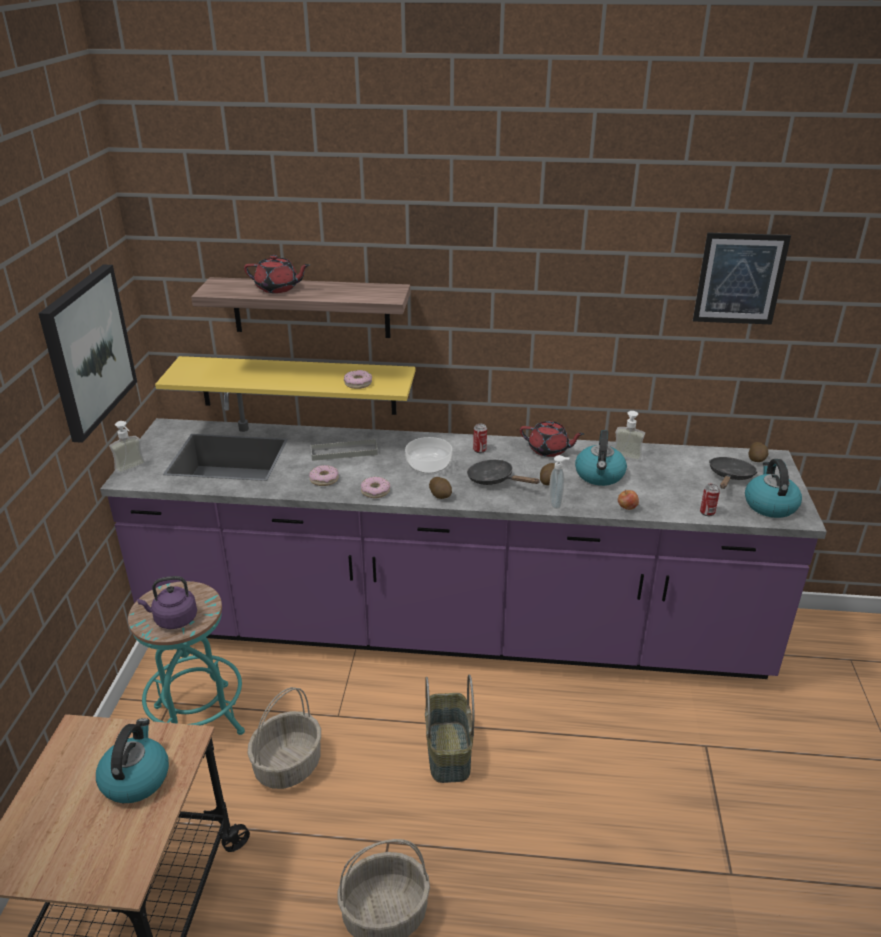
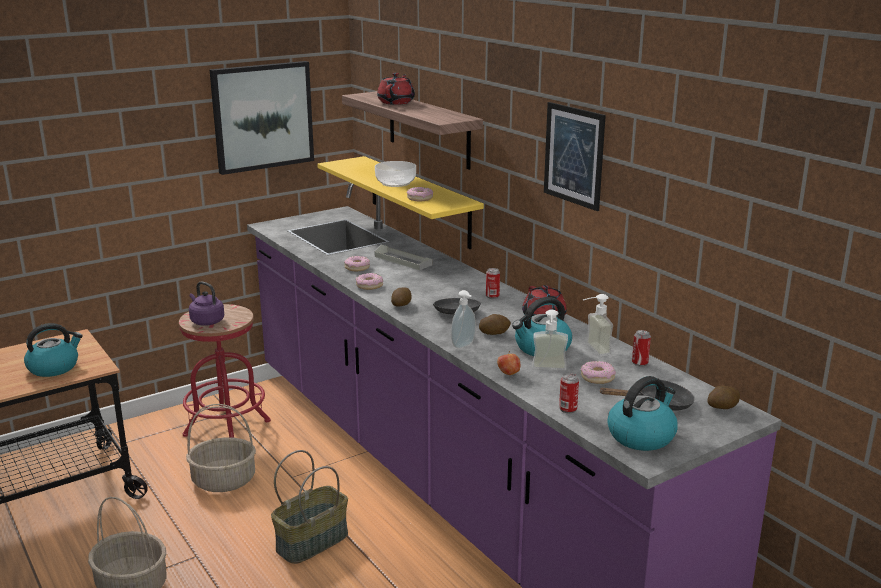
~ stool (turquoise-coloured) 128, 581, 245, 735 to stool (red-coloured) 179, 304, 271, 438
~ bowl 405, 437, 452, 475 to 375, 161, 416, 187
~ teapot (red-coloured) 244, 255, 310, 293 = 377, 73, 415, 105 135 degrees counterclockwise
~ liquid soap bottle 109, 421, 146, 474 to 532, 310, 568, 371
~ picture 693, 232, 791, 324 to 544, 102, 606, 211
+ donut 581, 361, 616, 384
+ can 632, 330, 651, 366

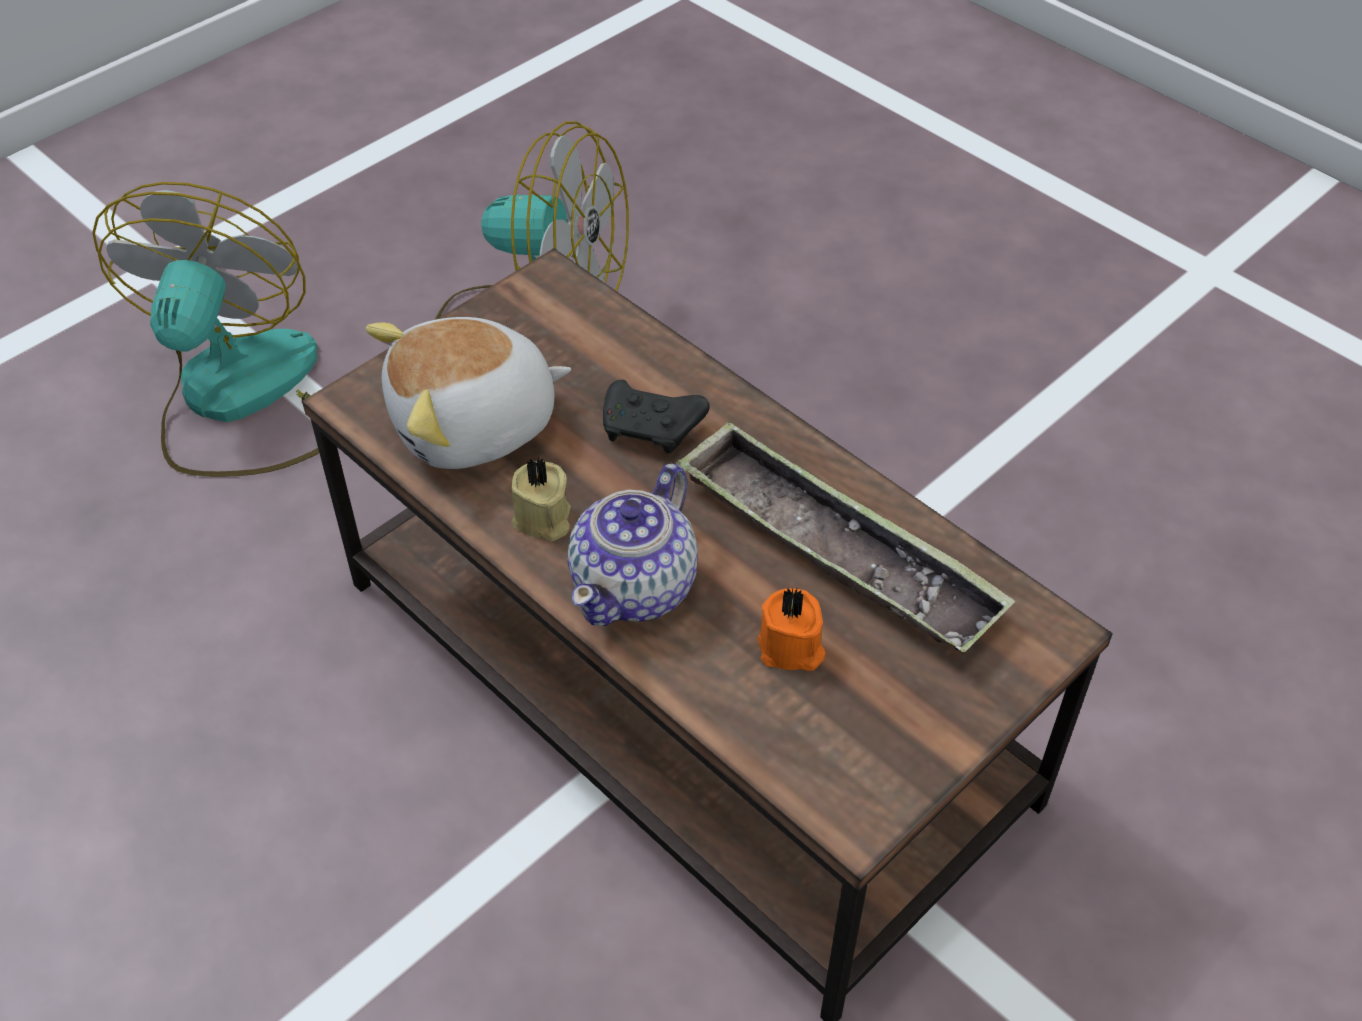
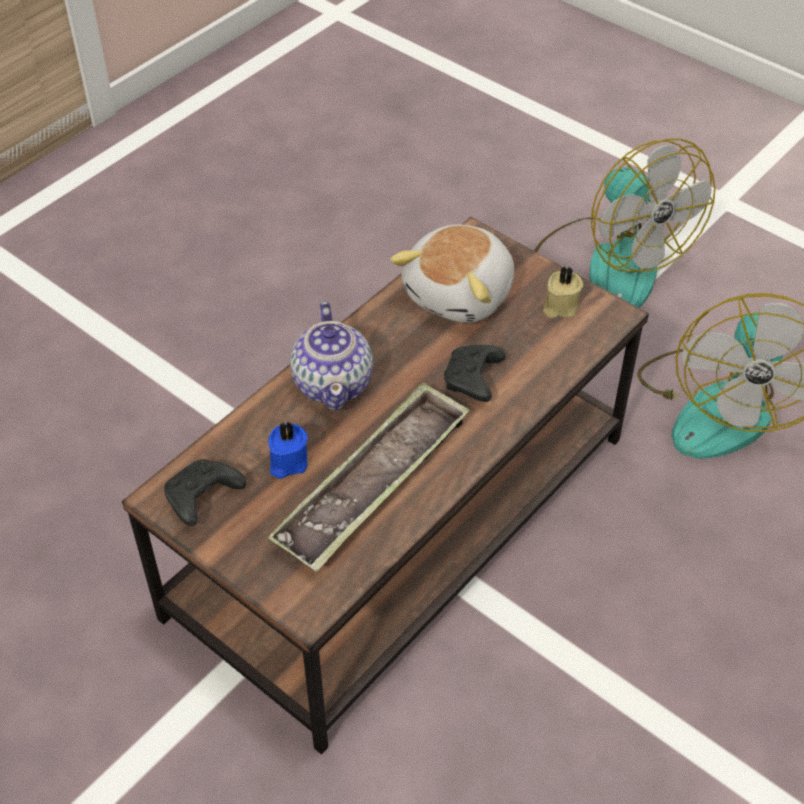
+ game controller (black) 164, 459, 246, 526
~ wax candle (orangey) 757, 587, 825, 671 to wax candle (blue) 269, 421, 308, 479
~ teapot 567, 463, 698, 626 = 290, 302, 373, 410 120 degrees counterclockwise
~ plush toy 366, 317, 571, 469 = 390, 225, 514, 323 120 degrees counterclockwise
~ electric fan 92, 182, 319, 477 = 534, 138, 716, 308 60 degrees clockwise
~ wax candle (beige-coloured) 511, 457, 571, 541 to 543, 266, 583, 318

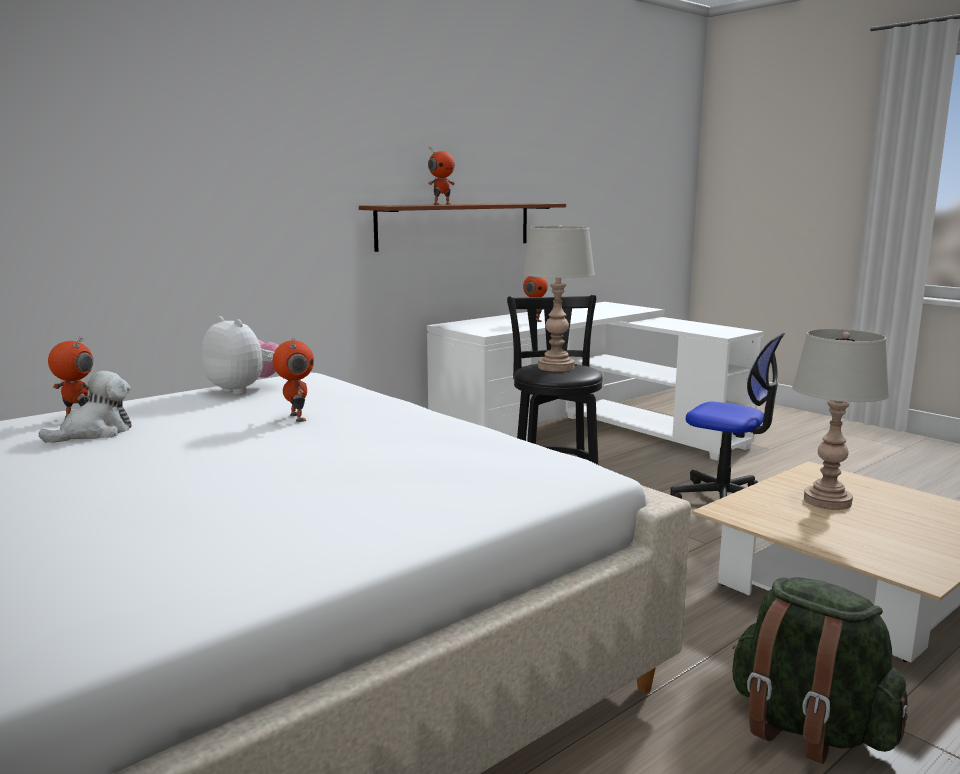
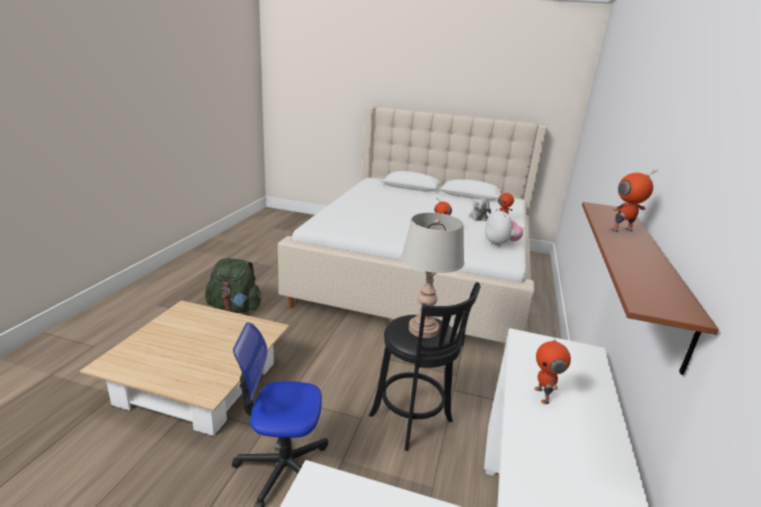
~ plush toy 202, 316, 279, 395 = 485, 208, 523, 247 105 degrees counterclockwise
~ model robot 428, 147, 455, 205 = 611, 169, 658, 232 60 degrees clockwise
- tabletop lamp (grey) 792, 329, 889, 510

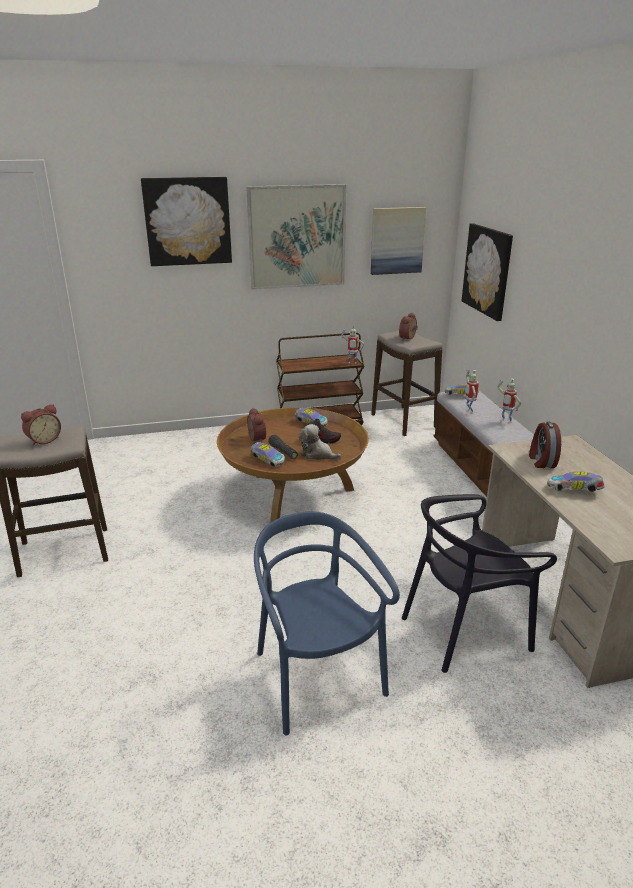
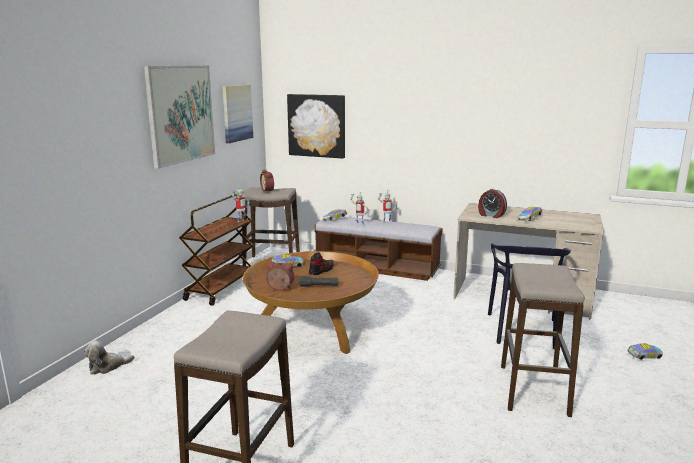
~ plush toy 299, 424, 341, 460 to 83, 341, 135, 375
~ plain chair (blue) 254, 511, 400, 736 to stool 501, 263, 585, 417
~ toy car 250, 442, 285, 467 to 627, 343, 663, 360
- table clock 21, 404, 61, 446
- picture 141, 177, 232, 266

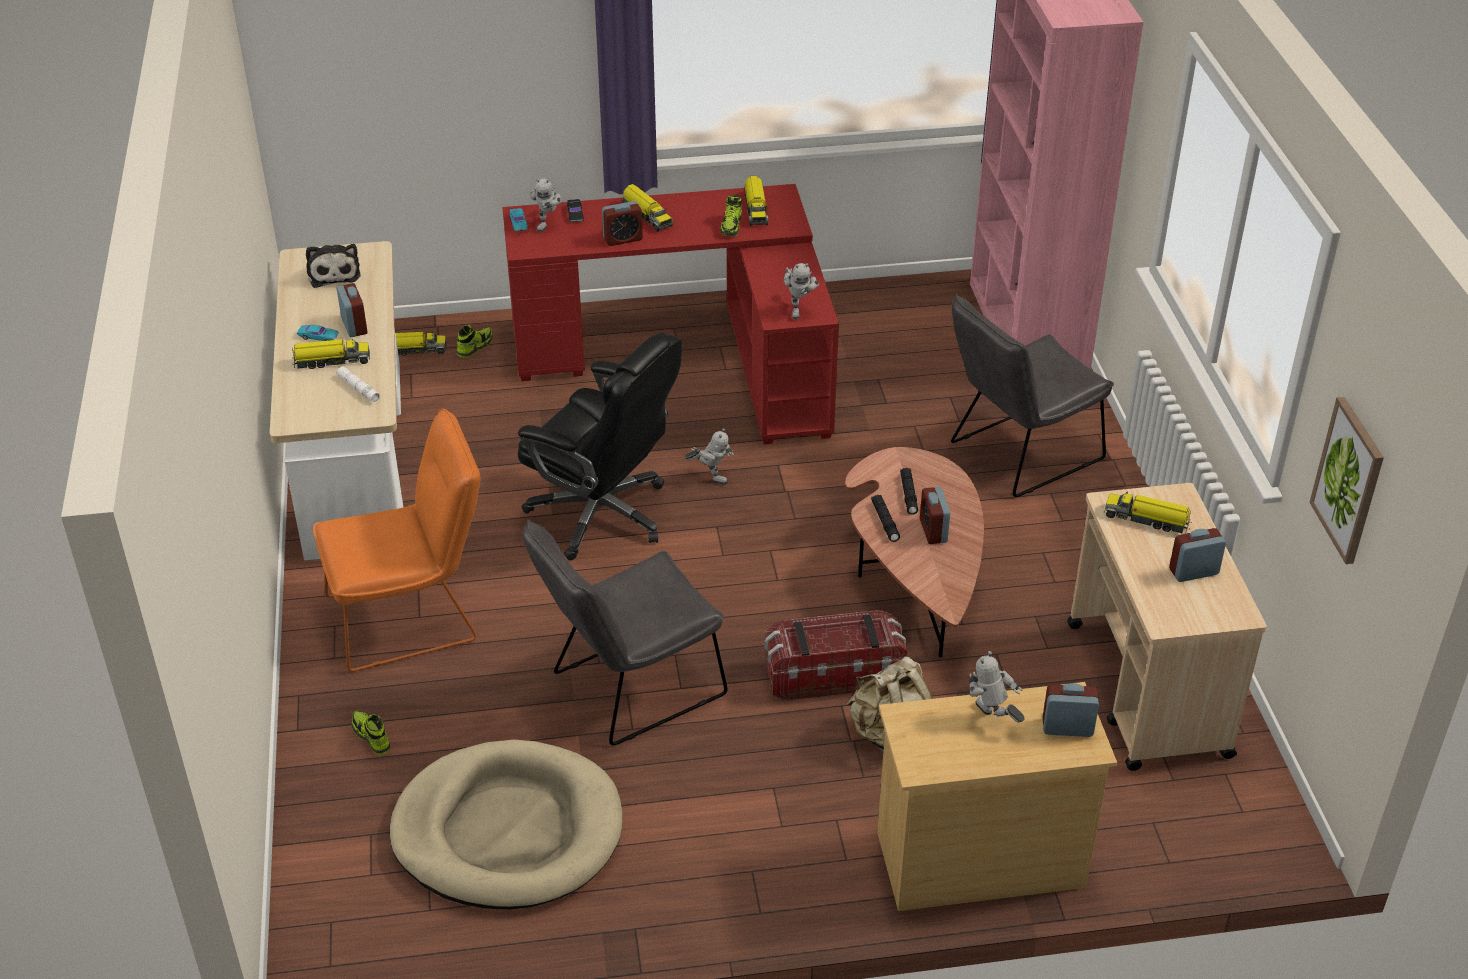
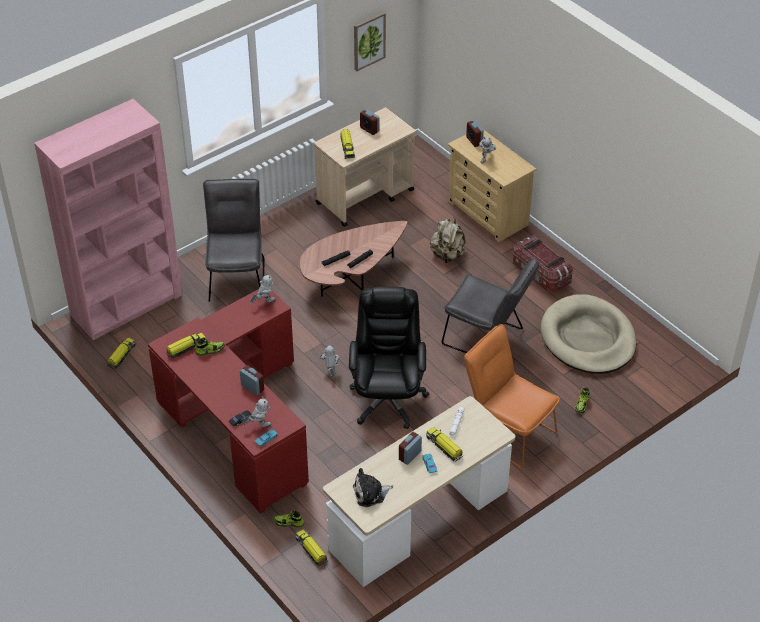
~ toy lorry 622, 184, 673, 232 to 107, 338, 135, 369
~ plain chair (grey) 951, 294, 1114, 497 = 203, 179, 265, 302 120 degrees counterclockwise
~ plush toy 306, 244, 361, 288 = 353, 468, 393, 507 150 degrees counterclockwise
~ storage bin 765, 610, 907, 701 to 513, 235, 573, 292
- table clock 920, 487, 950, 544

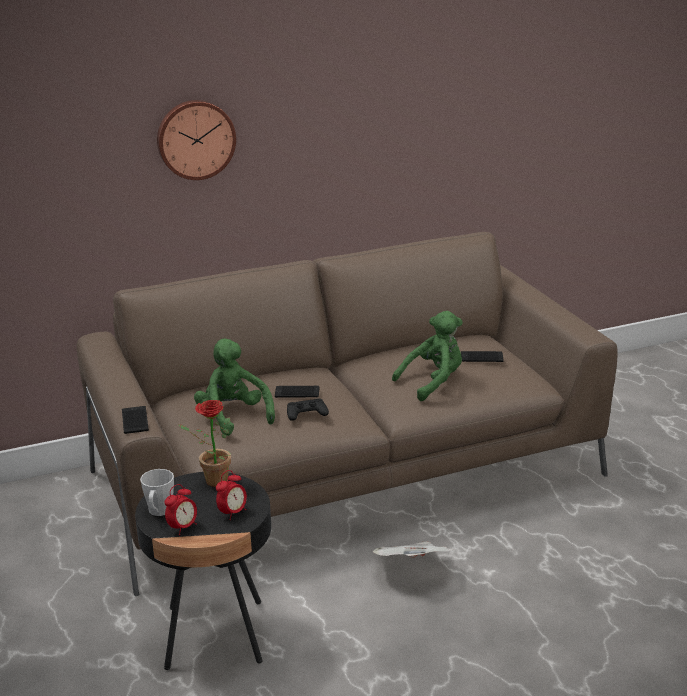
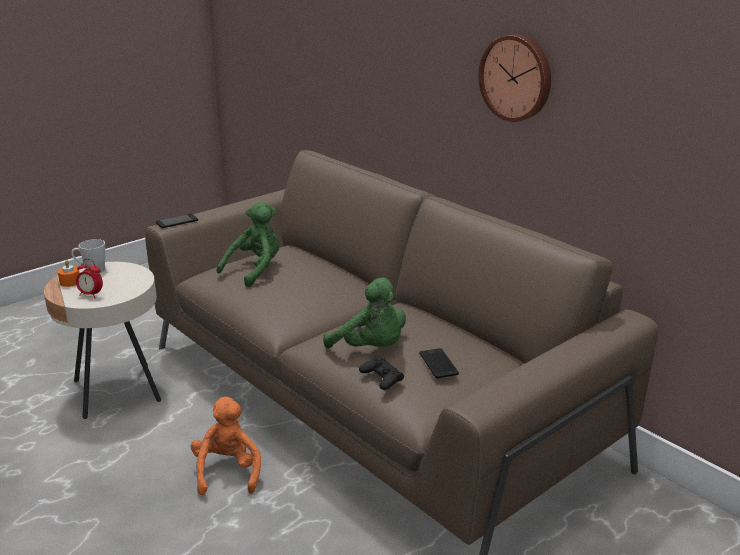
~ end table (black) 135, 472, 271, 670 to end table (beige-coloured) 44, 262, 161, 419
~ table clock 164, 484, 197, 535 to wax candle (orangey) 58, 260, 80, 287
~ printed paper 372, 542, 454, 558 to plush toy (orangey) 191, 397, 261, 495
~ game controller (black) 287, 399, 329, 421 to 359, 357, 404, 390
~ clock on the wall 157, 100, 236, 180 to 478, 34, 551, 122
- potted plant 178, 400, 231, 487
- telephone 275, 386, 319, 398

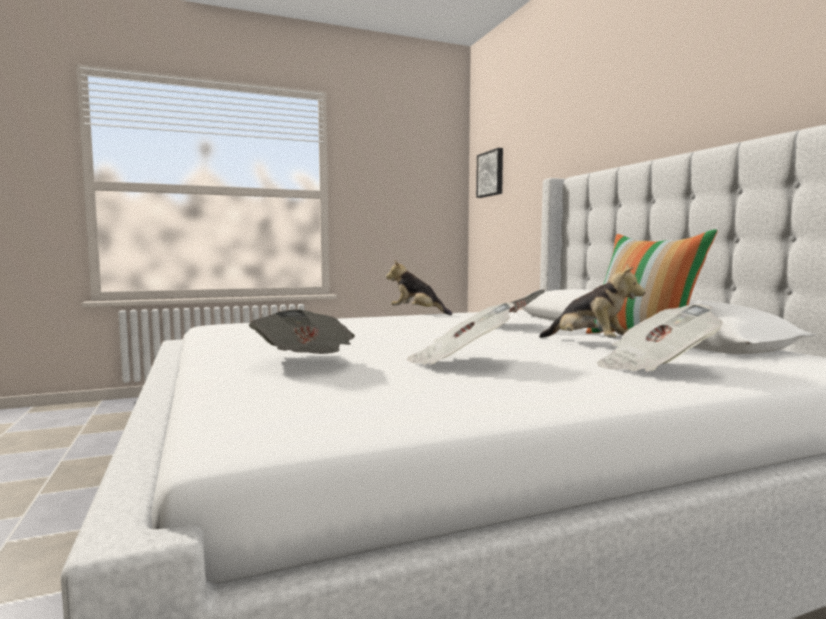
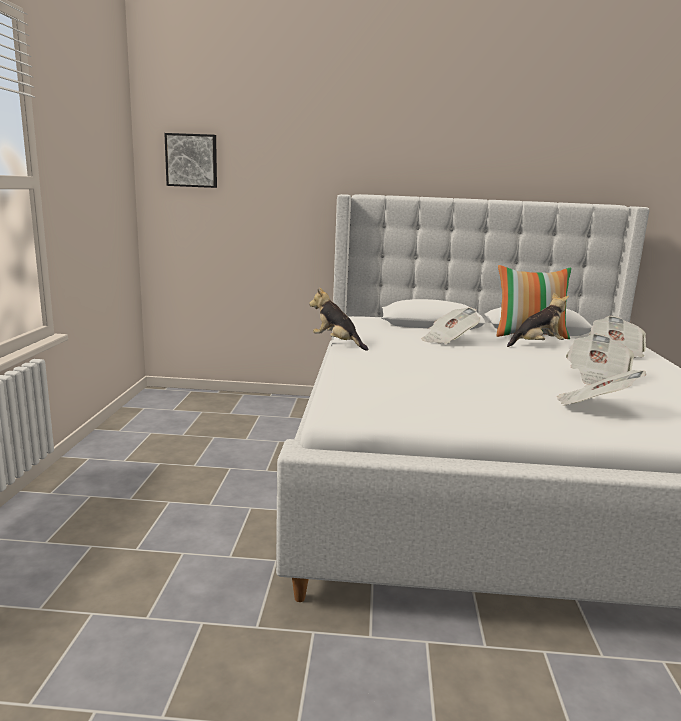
~ plush toy 386, 261, 452, 315 = 309, 288, 368, 351 75 degrees clockwise

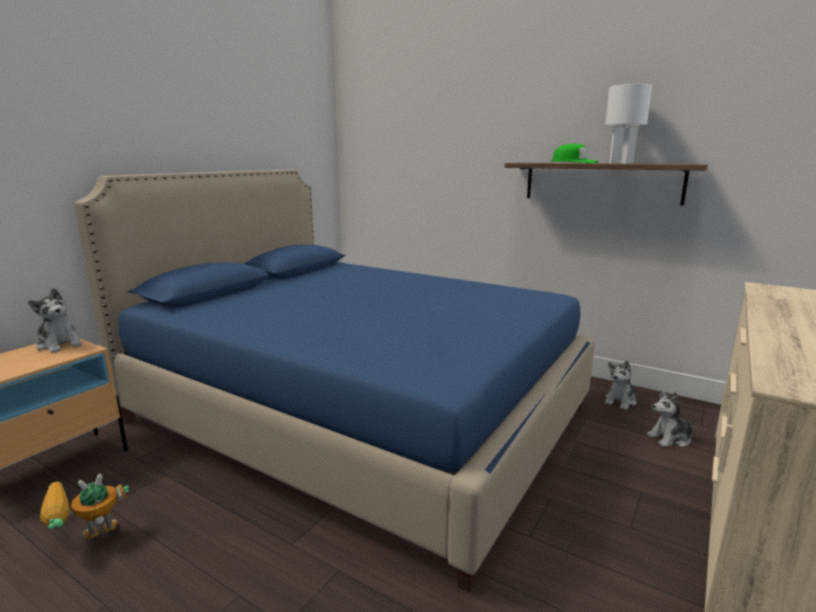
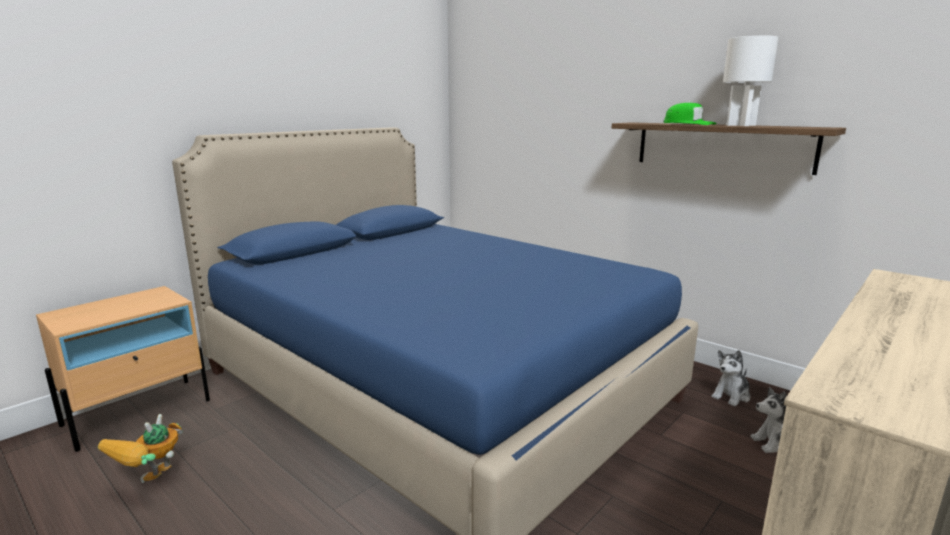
~ model robot 40, 474, 129, 539 = 98, 414, 182, 483 45 degrees counterclockwise
- plush toy 28, 288, 82, 353

